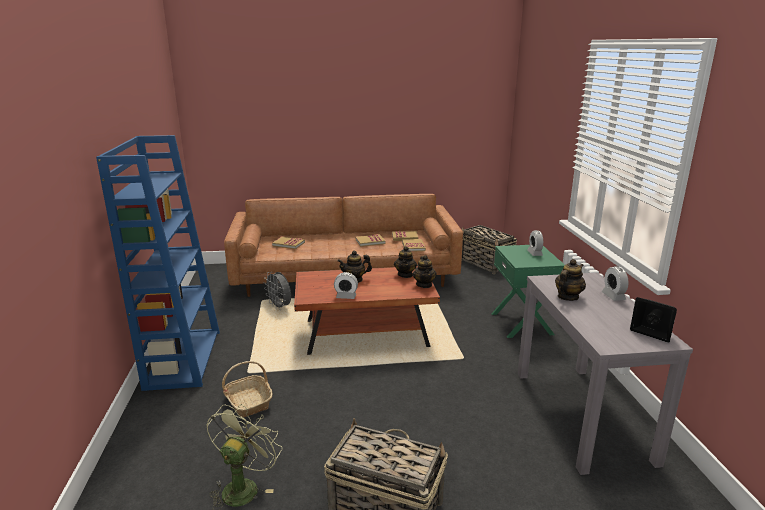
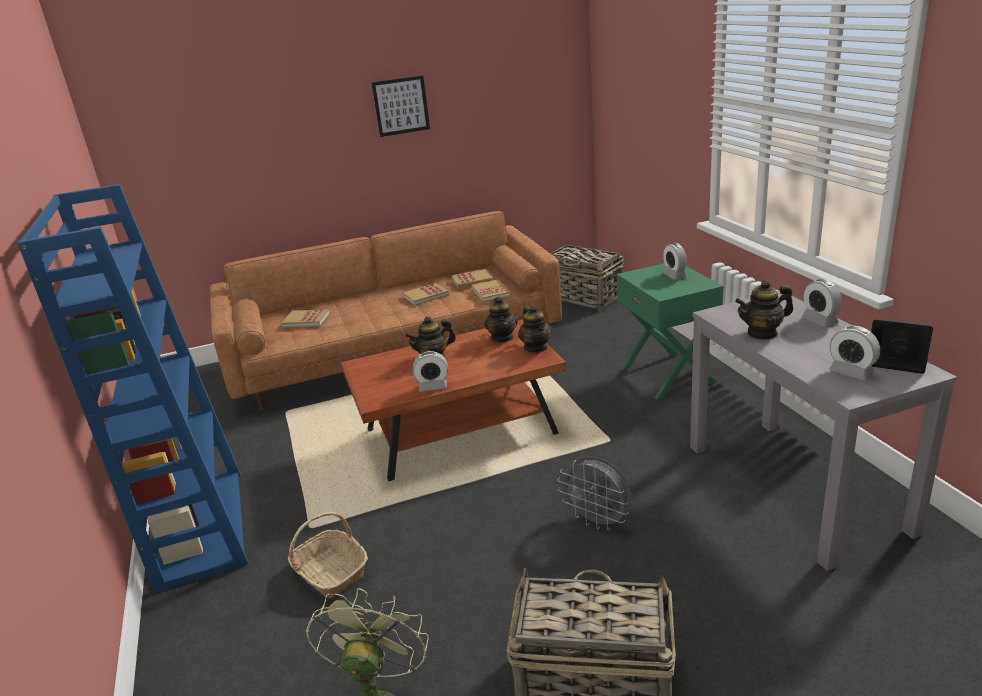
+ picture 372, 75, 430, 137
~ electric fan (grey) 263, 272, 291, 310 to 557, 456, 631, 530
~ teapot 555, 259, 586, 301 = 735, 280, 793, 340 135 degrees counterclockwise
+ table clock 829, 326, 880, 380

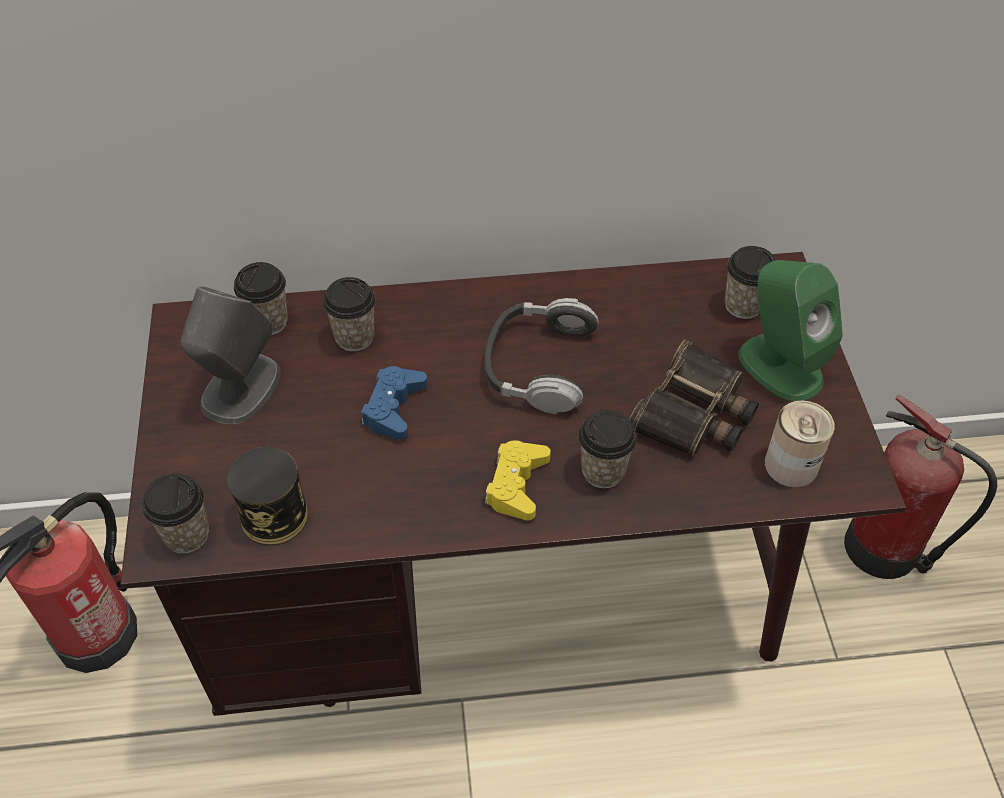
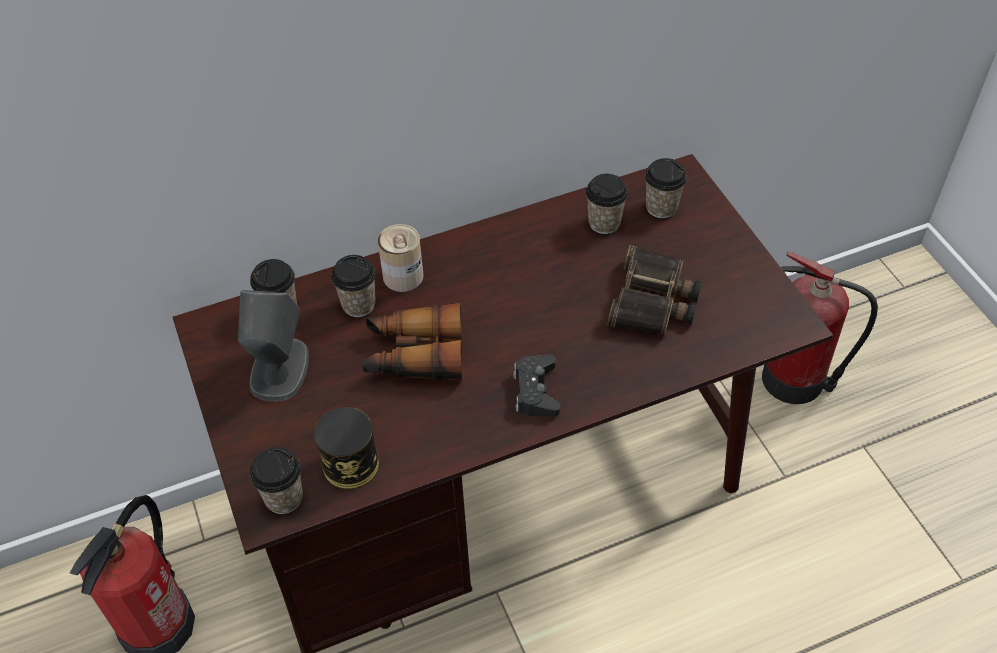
~ game controller (blue) 361, 366, 428, 440 to pair of binoculars 362, 303, 462, 381
~ can 765, 400, 835, 487 to 378, 224, 424, 292
~ game controller (yellow) 485, 440, 551, 521 to game controller (black) 513, 354, 560, 416
~ cup 579, 410, 637, 488 to 586, 174, 628, 234
- headphones 485, 298, 599, 414
- audio speaker (greenish) 738, 260, 843, 401

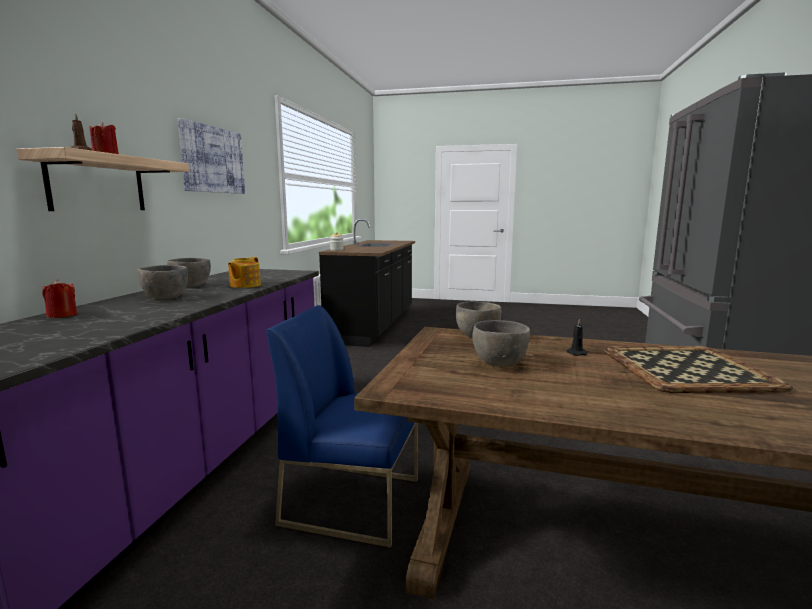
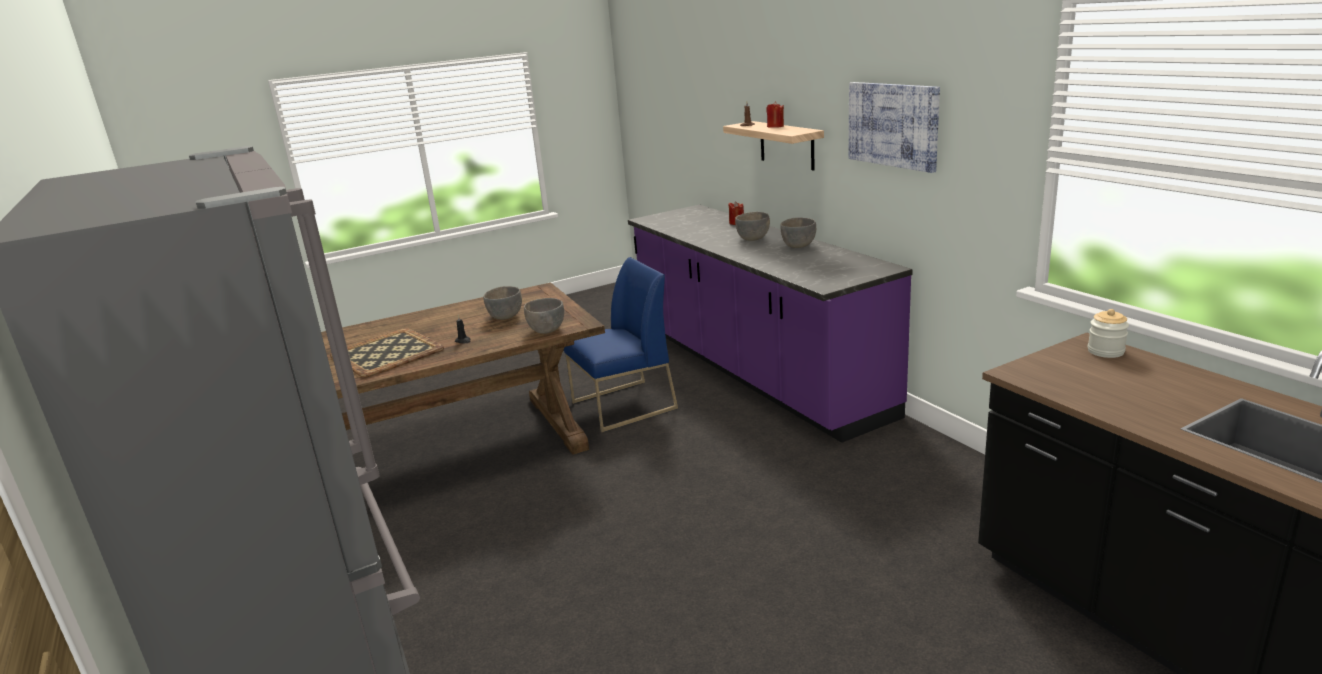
- teapot 228, 257, 261, 288

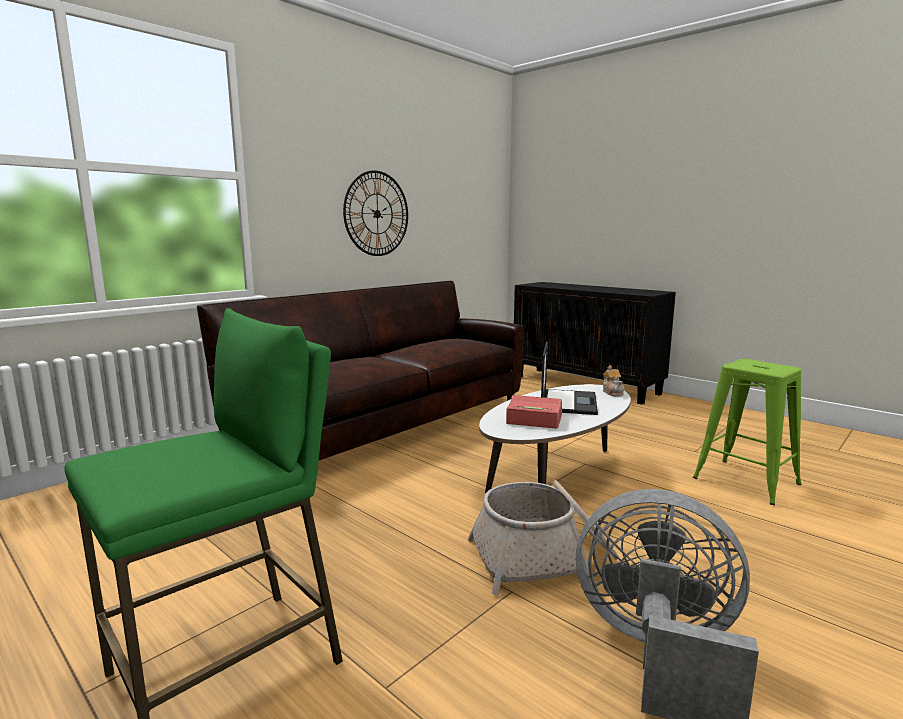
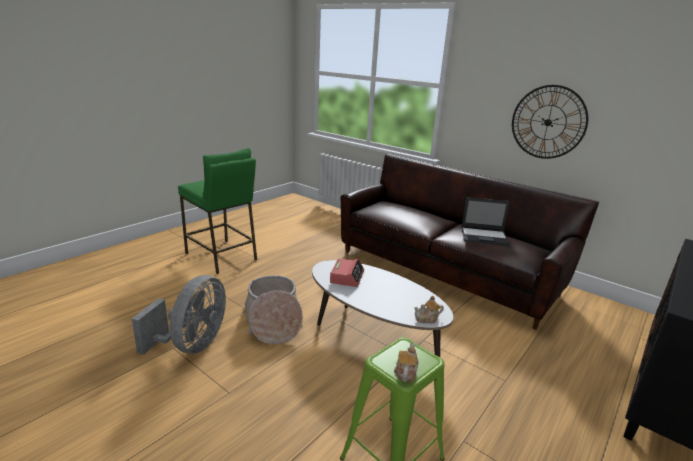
+ teapot 394, 343, 419, 382
~ notebook computer 541, 342, 598, 415 to 461, 197, 510, 246

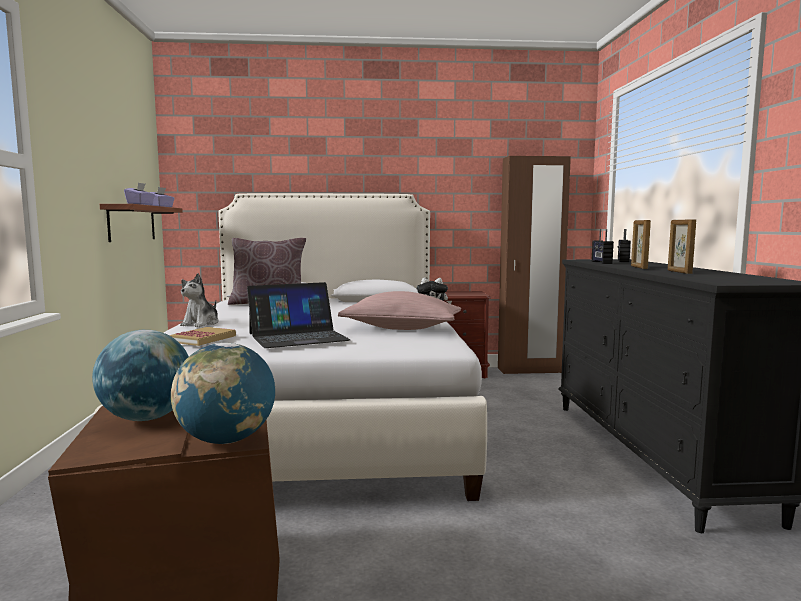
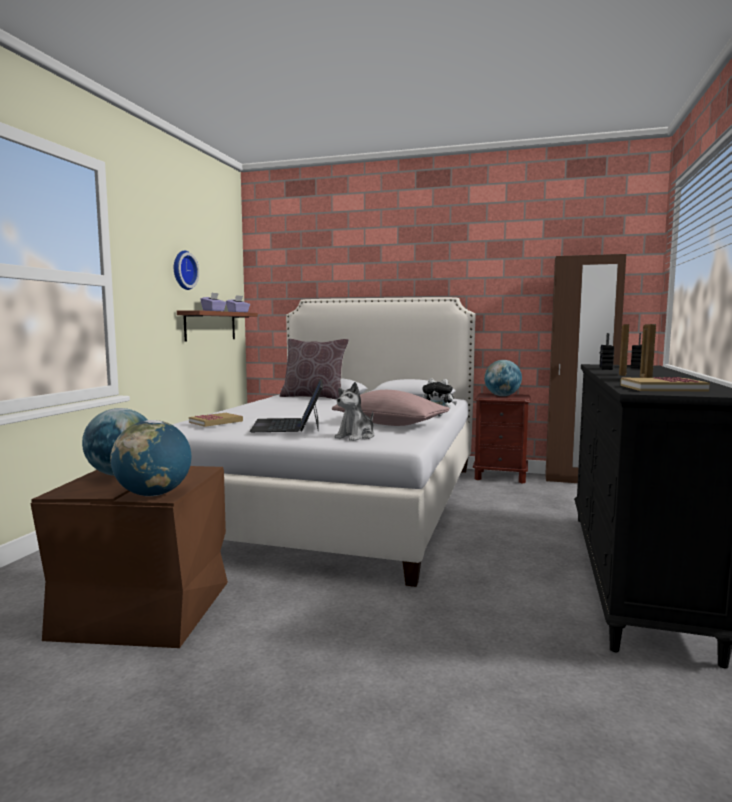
+ clock on the wall 174, 251, 199, 290
~ notebook computer 247, 282, 351, 348 = 250, 379, 323, 432 90 degrees clockwise
~ plush toy 180, 273, 219, 327 to 335, 382, 374, 441
+ globe 484, 360, 522, 396
+ volume 620, 377, 710, 391

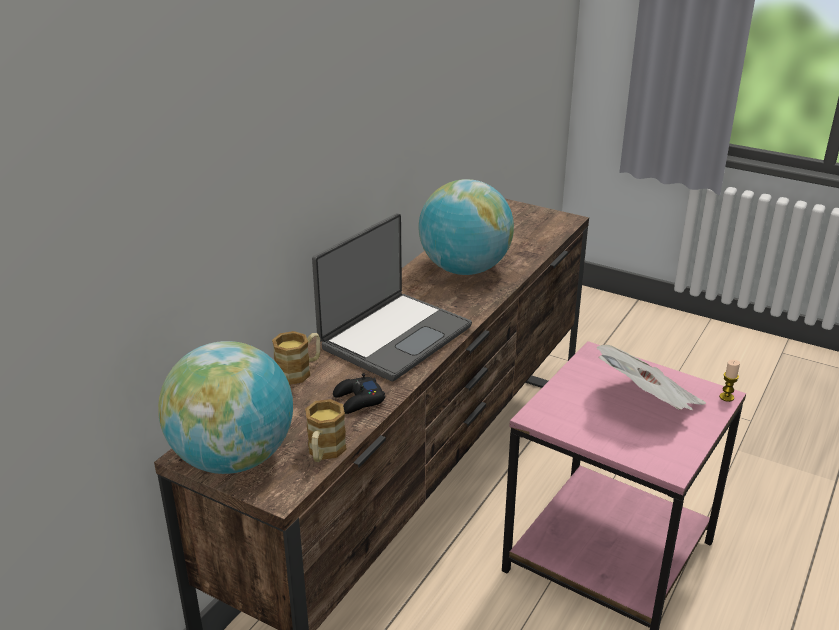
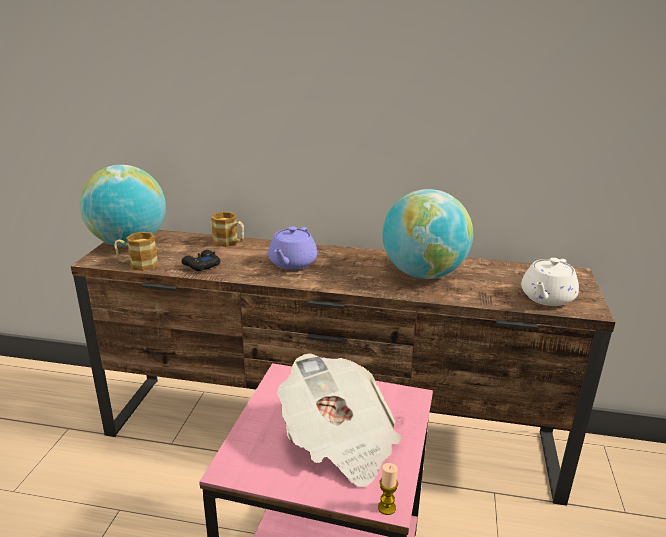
~ notebook computer 312, 213, 472, 381 to teapot (purple) 268, 226, 317, 270
+ teapot (white-coloured) 521, 258, 579, 306

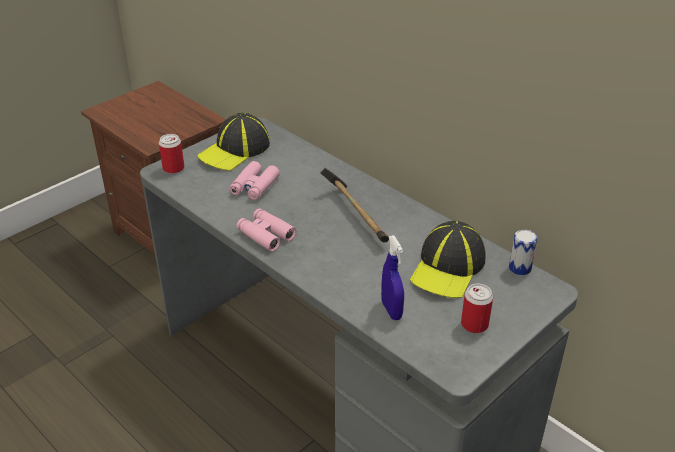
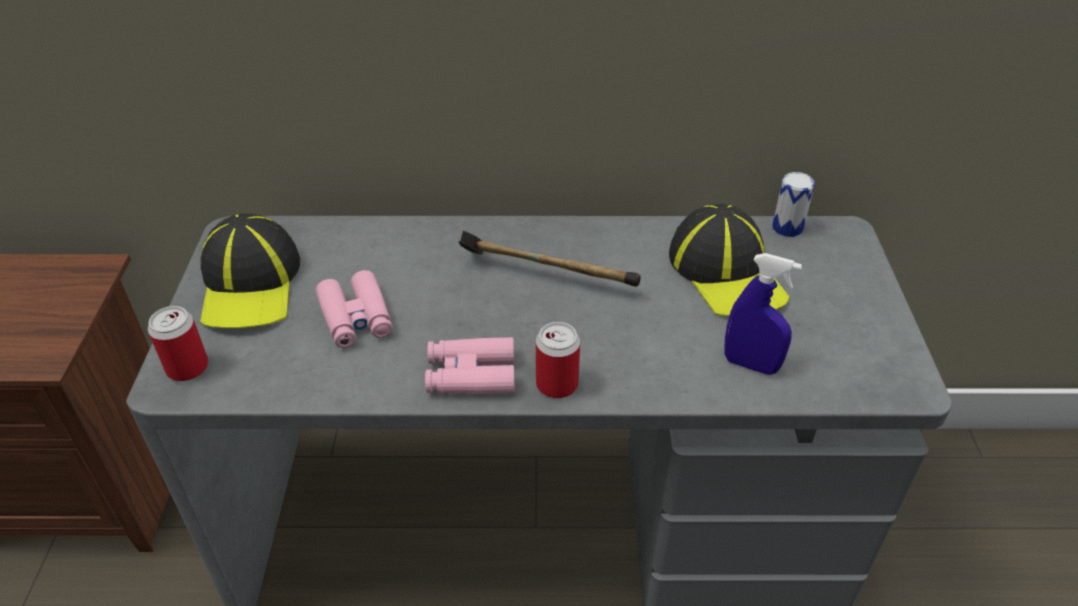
~ can 461, 284, 493, 333 to 536, 322, 580, 398

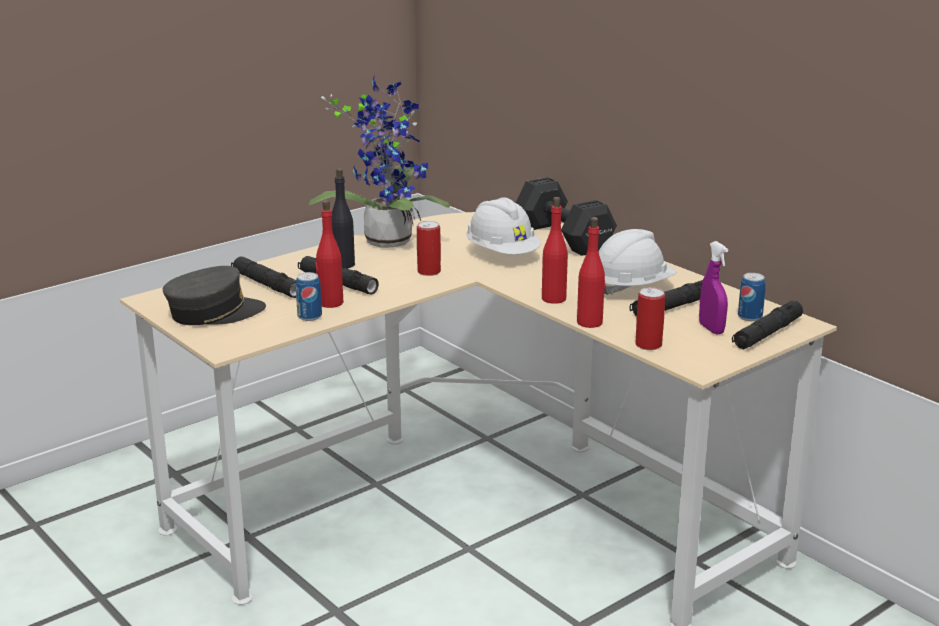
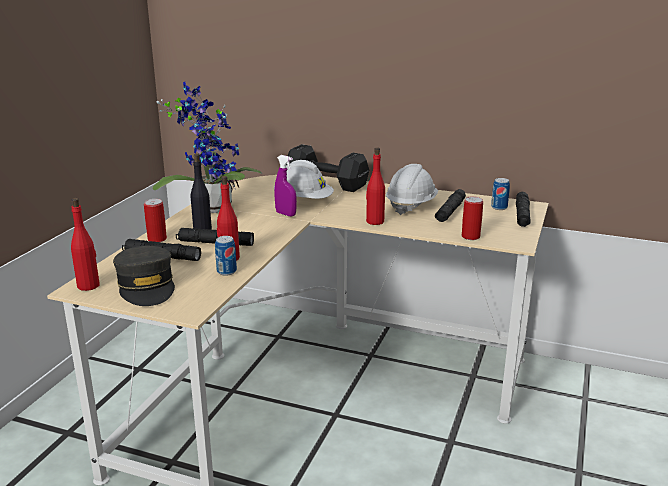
~ drink bottle (red-coloured) 577, 217, 605, 328 to 71, 198, 100, 291
~ cap (grey) 163, 266, 266, 325 = 113, 246, 175, 306 120 degrees clockwise
~ can 417, 221, 441, 276 to 144, 199, 167, 242
~ sprayer (purple) 699, 241, 728, 335 to 274, 155, 297, 217

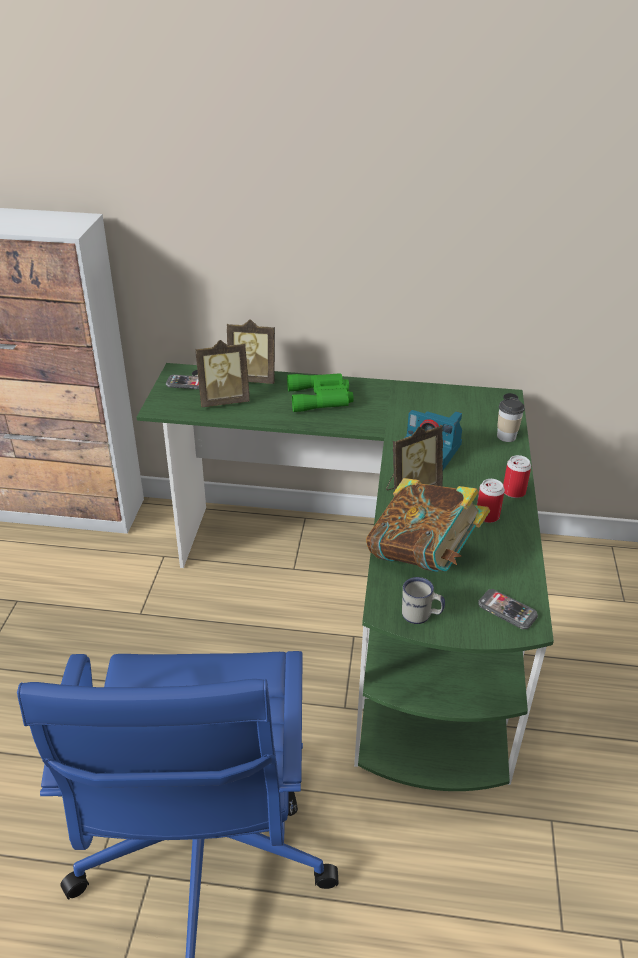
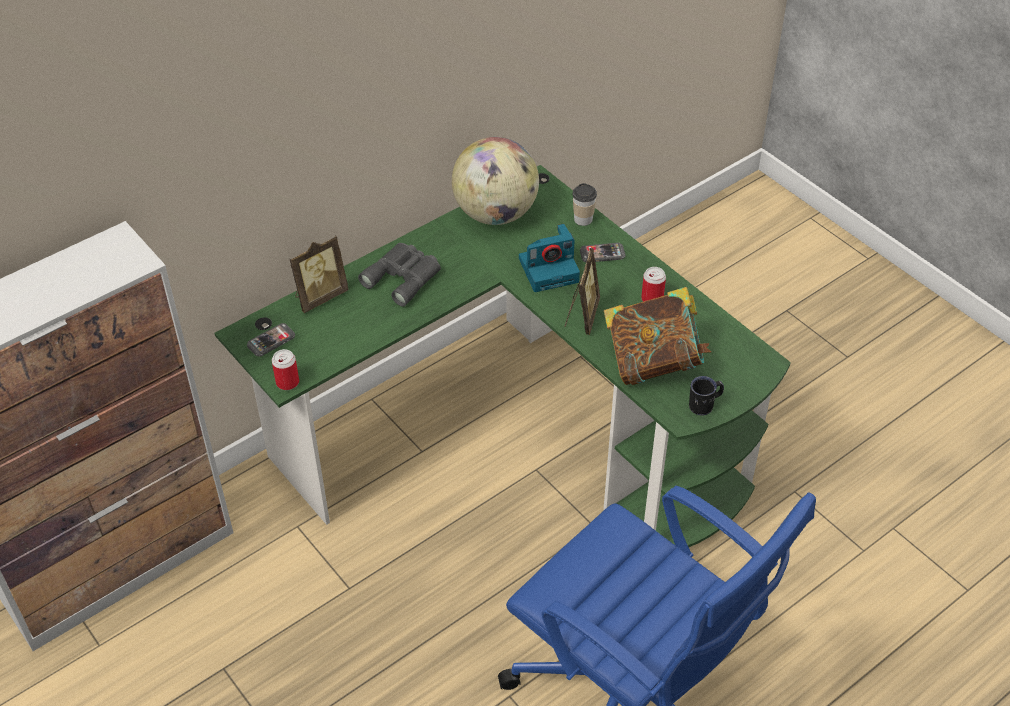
~ can 503, 455, 531, 498 to 272, 349, 299, 390
~ pair of binoculars (greenish) 287, 373, 354, 412 to pair of binoculars (grey) 358, 243, 441, 307
+ globe 452, 137, 539, 225
~ telephone 478, 589, 538, 629 to 580, 243, 626, 262
~ mug (white-coloured) 402, 577, 445, 624 to mug (black) 689, 376, 724, 416
- standing frame 195, 340, 250, 407

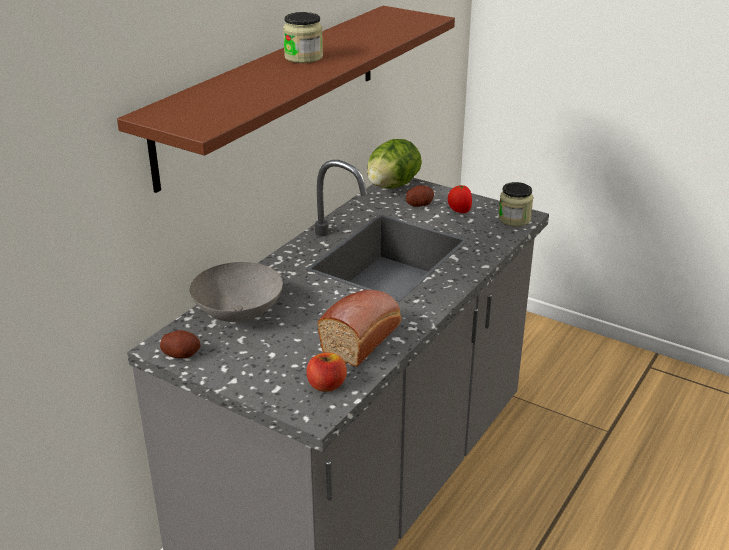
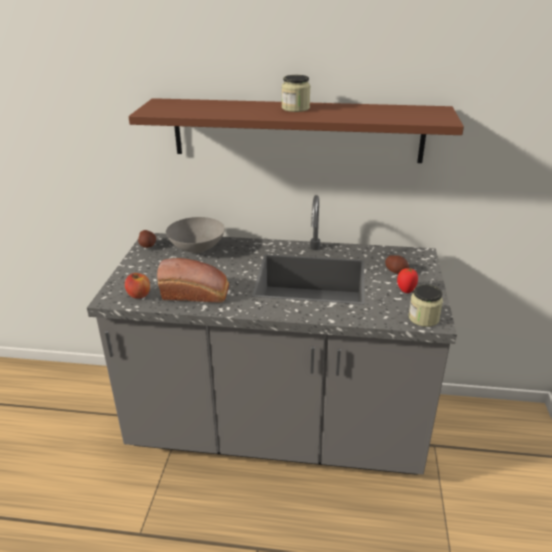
- lettuce head 367, 139, 422, 189

